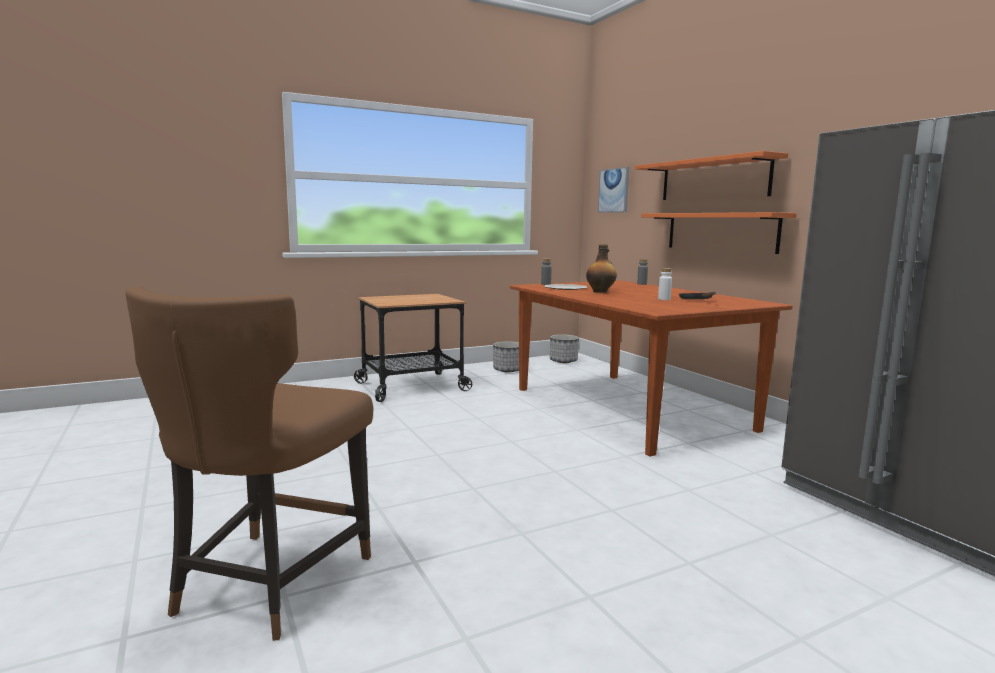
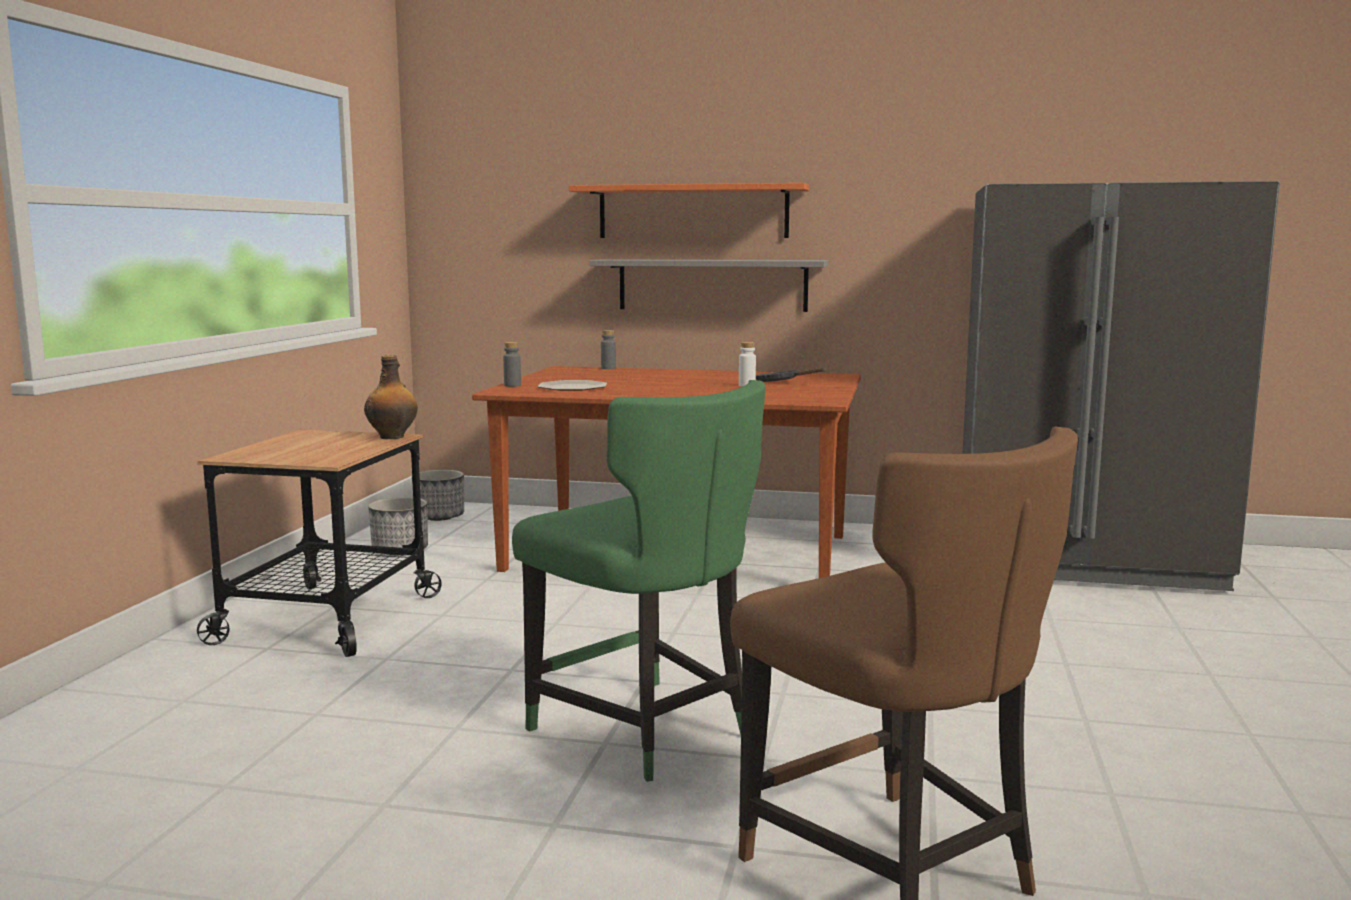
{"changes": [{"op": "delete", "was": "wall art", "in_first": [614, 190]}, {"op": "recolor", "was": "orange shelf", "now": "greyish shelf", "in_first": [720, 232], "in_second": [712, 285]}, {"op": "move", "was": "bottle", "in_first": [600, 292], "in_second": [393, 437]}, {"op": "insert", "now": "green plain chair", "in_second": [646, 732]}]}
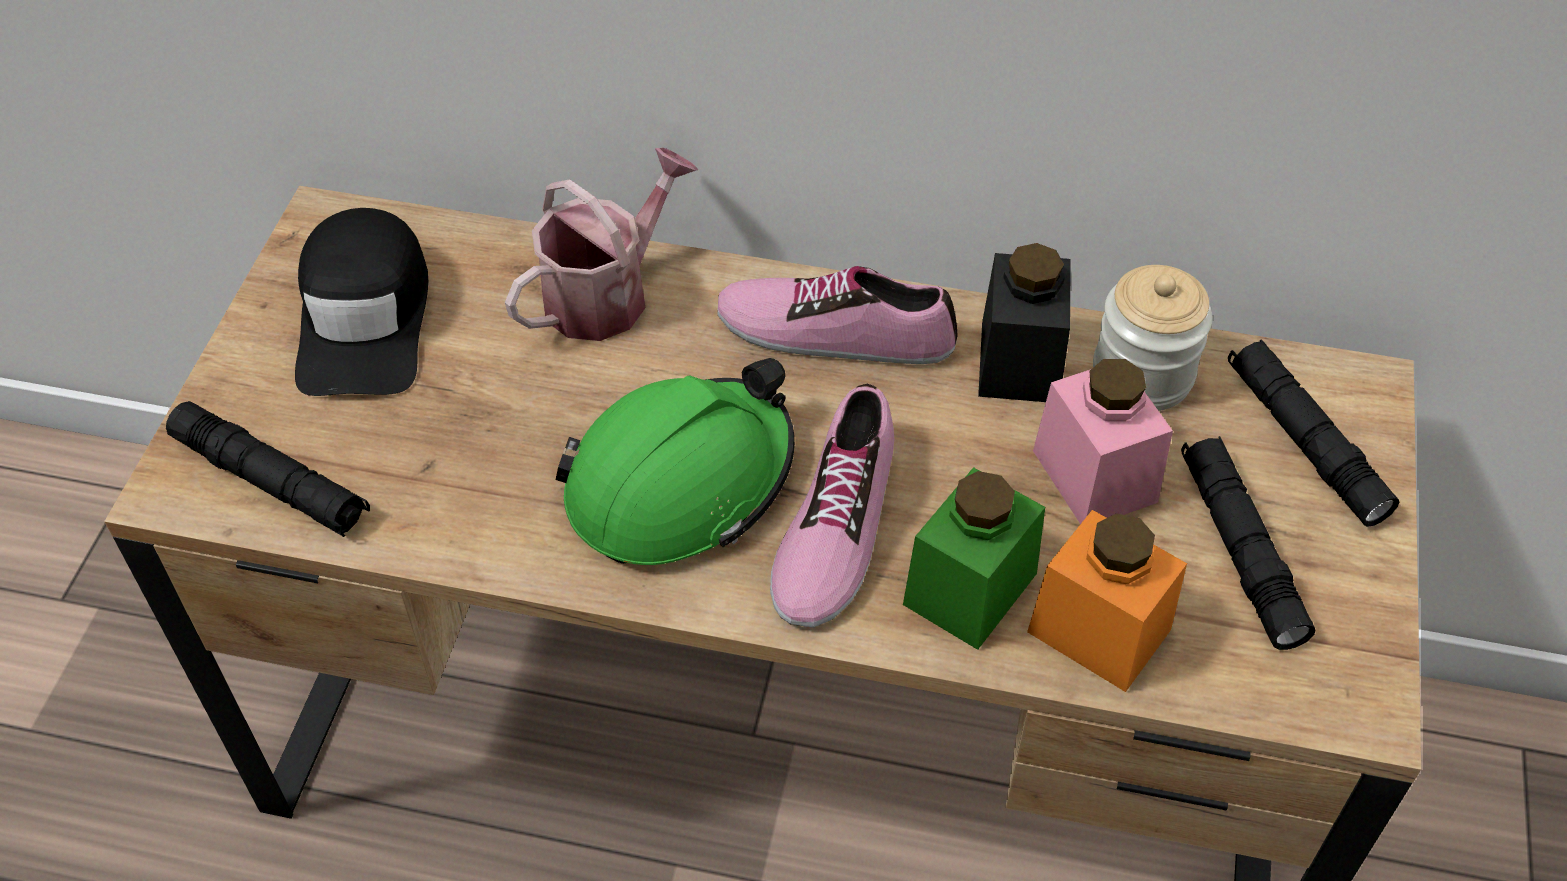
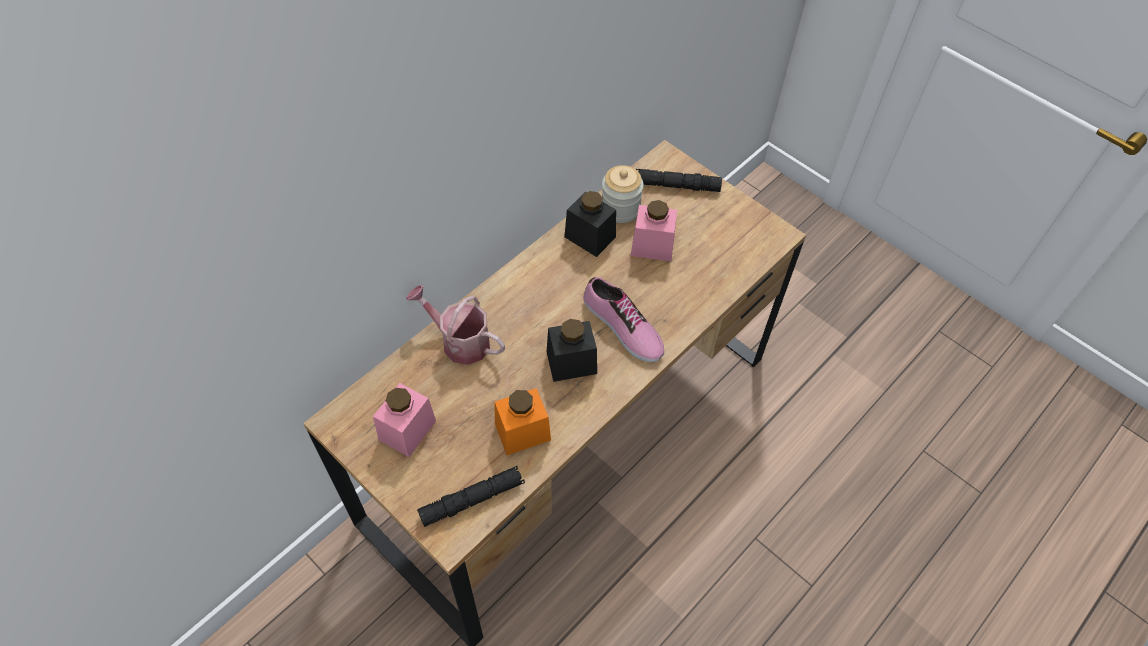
{"changes": [{"op": "rotate", "was": "watering pot", "in_first": [607, 293], "in_second": [460, 341], "clockwise": -45}, {"op": "replace", "was": "blackish cap", "now": "pink jar", "in_first": [365, 319], "in_second": [407, 430]}, {"op": "delete", "was": "low shoe", "in_first": [835, 331]}, {"op": "replace", "was": "green safety helmet", "now": "blackish jar", "in_first": [681, 482], "in_second": [571, 362]}, {"op": "delete", "was": "blackish torch", "in_first": [1240, 550]}, {"op": "delete", "was": "green jar", "in_first": [970, 589]}, {"op": "move", "was": "orange jar", "in_first": [1099, 631], "in_second": [522, 432]}]}
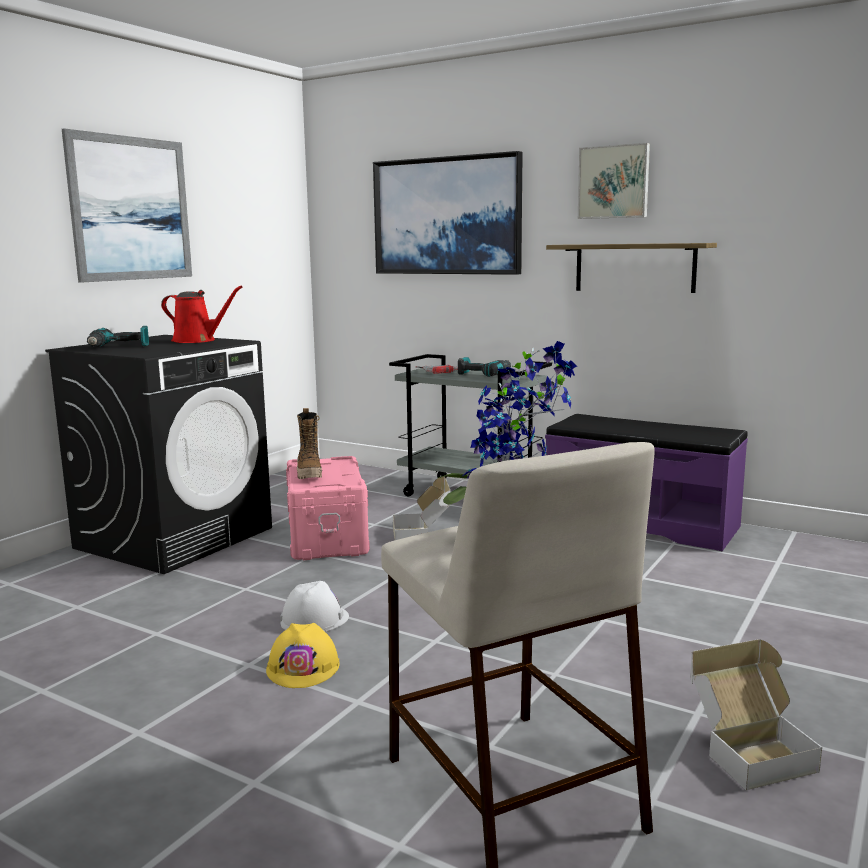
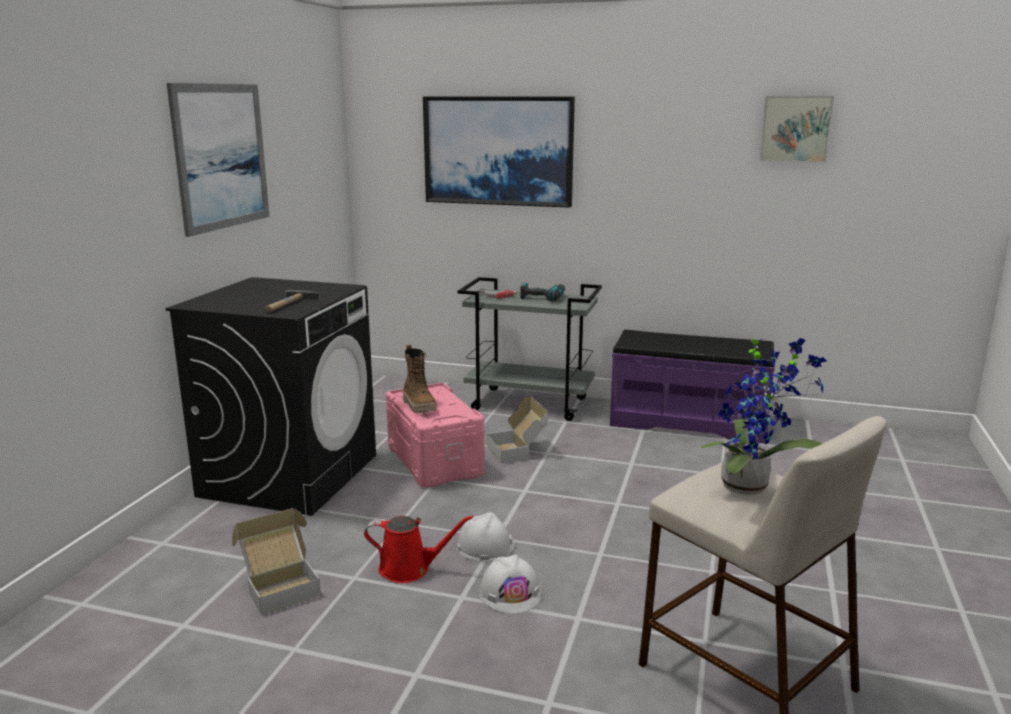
{"changes": [{"op": "move", "was": "wall art", "in_first": [614, 182], "in_second": [795, 129]}, {"op": "delete", "was": "shelf", "in_first": [634, 267]}, {"op": "move", "was": "red-coloured watering pot", "in_first": [197, 340], "in_second": [409, 569]}, {"op": "delete", "was": "power drill", "in_first": [119, 347]}, {"op": "recolor", "was": "yellow-coloured safety helmet", "now": "white-coloured safety helmet", "in_first": [303, 667], "in_second": [510, 593]}, {"op": "move", "was": "carton", "in_first": [748, 750], "in_second": [280, 587]}, {"op": "insert", "now": "tool hammer", "in_second": [288, 305]}]}
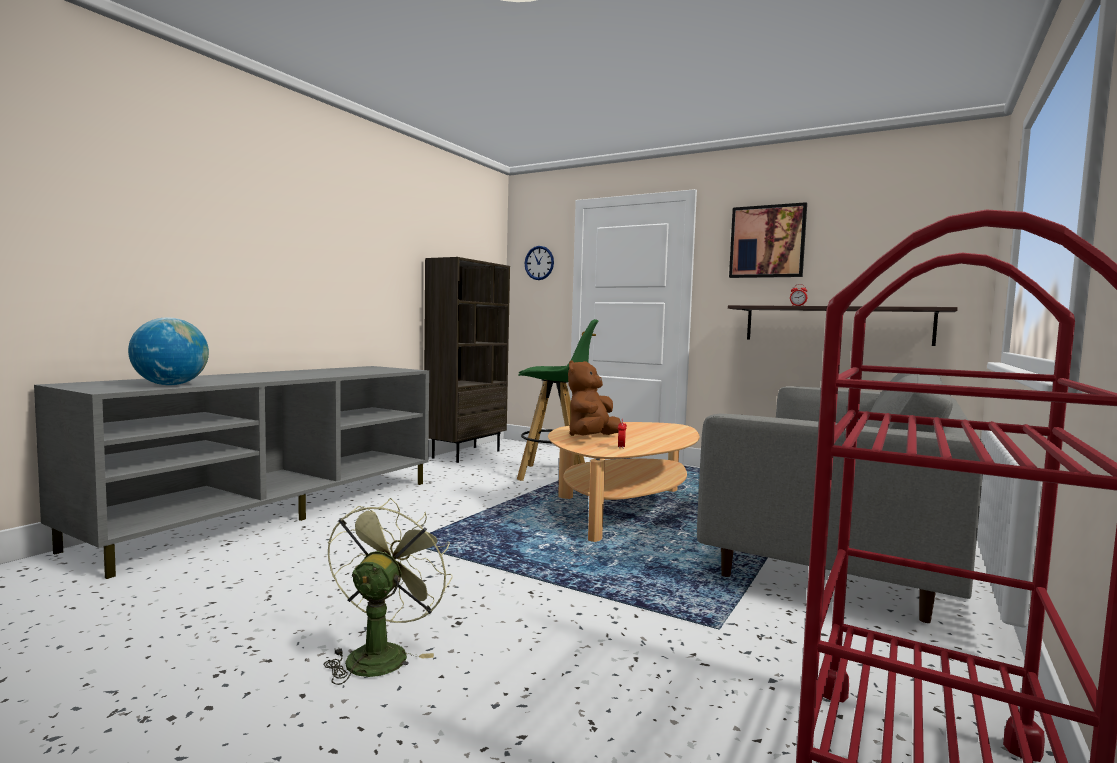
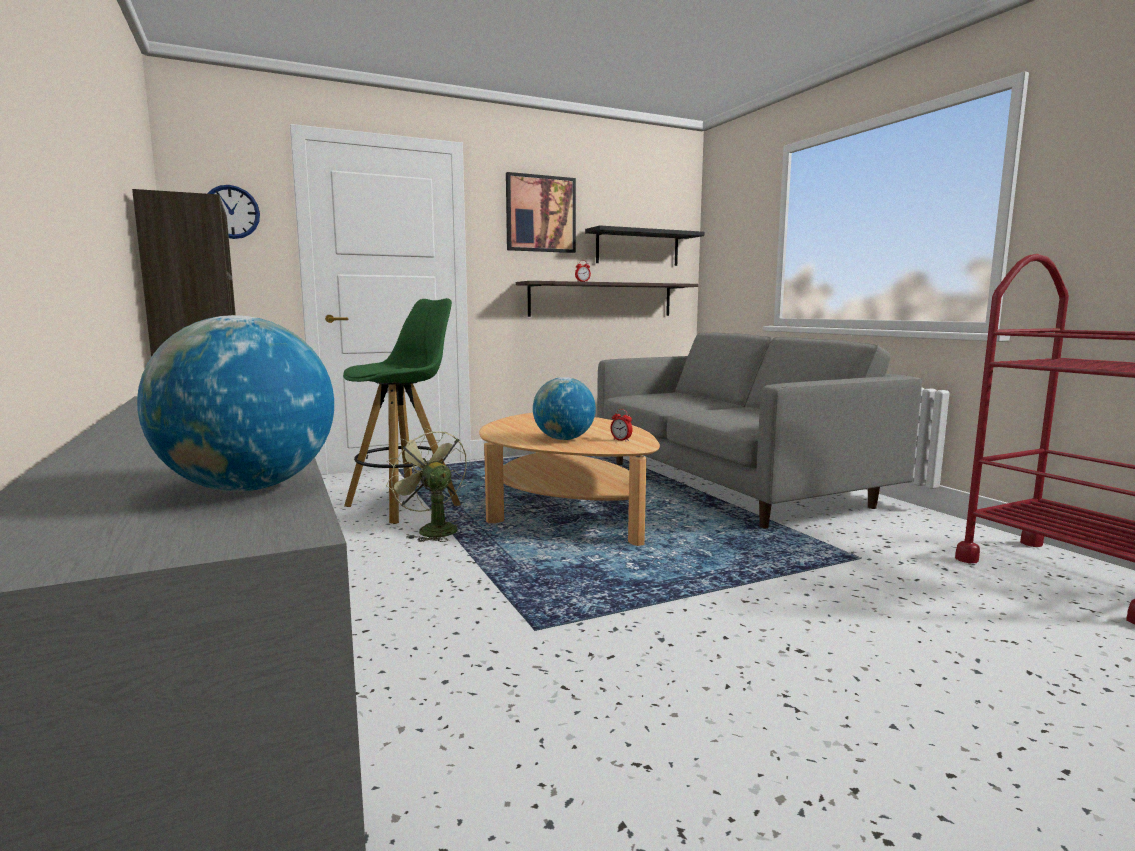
{"changes": [{"op": "replace", "was": "brownish soft toy", "now": "globe", "in_first": [592, 438], "in_second": [564, 439]}, {"op": "move", "was": "green cooling fan", "in_first": [381, 653], "in_second": [431, 530]}, {"op": "insert", "now": "blackish shelf", "in_second": [637, 248]}]}
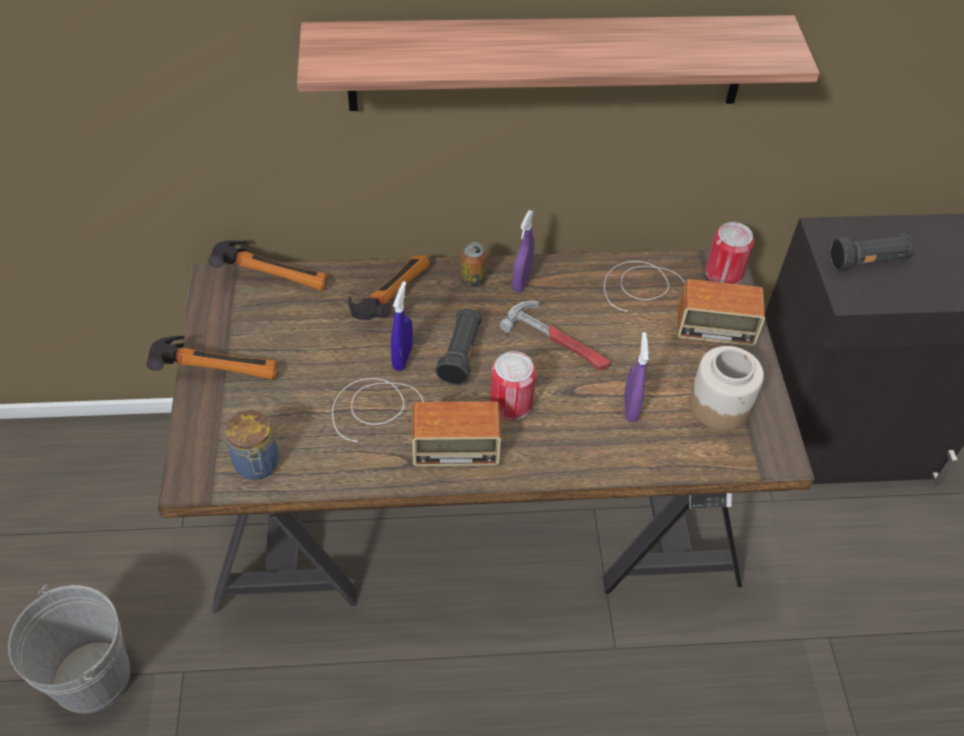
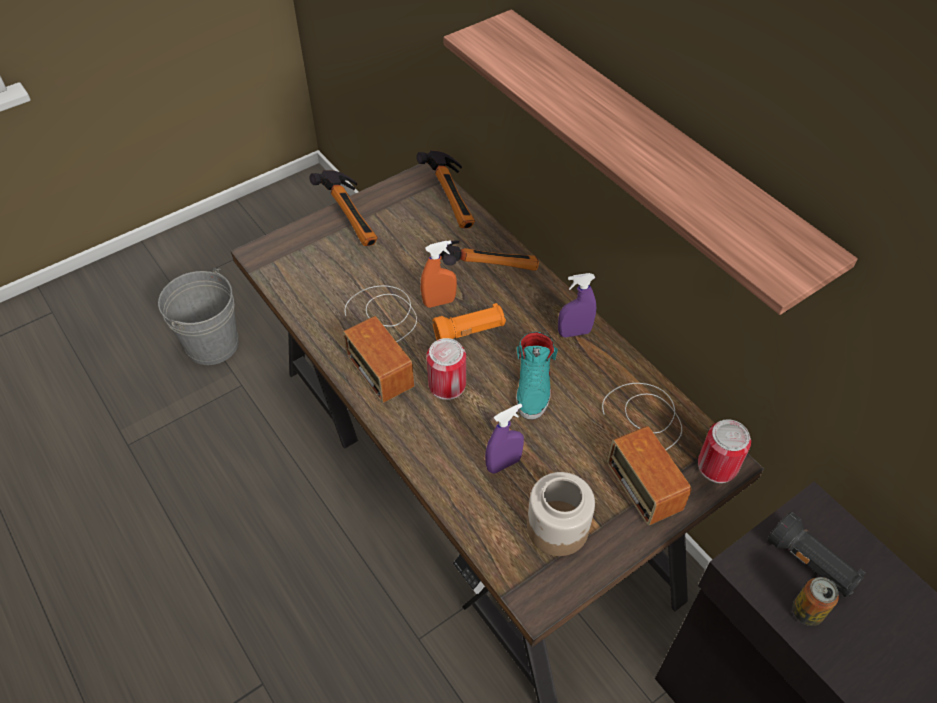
{"changes": [{"op": "move", "was": "sealed can", "in_first": [472, 280], "in_second": [807, 612]}, {"op": "recolor", "was": "blue-coloured spray bottle", "now": "orange spray bottle", "in_first": [402, 358], "in_second": [439, 302]}, {"op": "replace", "was": "tool hammer", "now": "turquoise low shoe", "in_first": [559, 341], "in_second": [534, 385]}, {"op": "recolor", "was": "blackish torch", "now": "orange torch", "in_first": [461, 354], "in_second": [469, 332]}, {"op": "delete", "was": "jar", "in_first": [257, 465]}]}
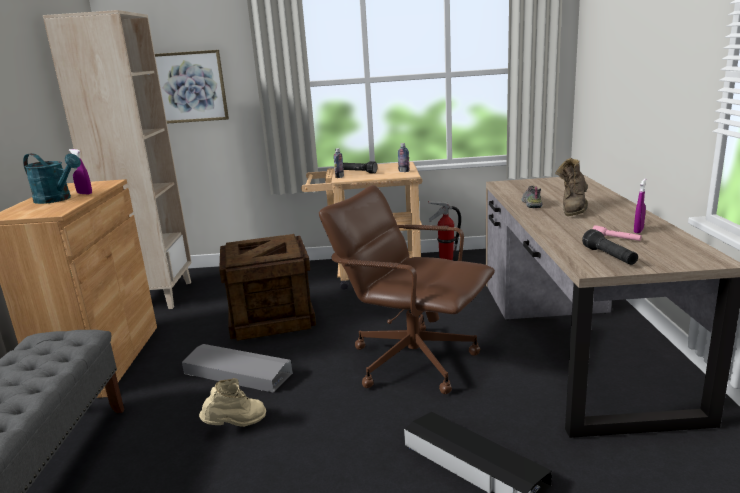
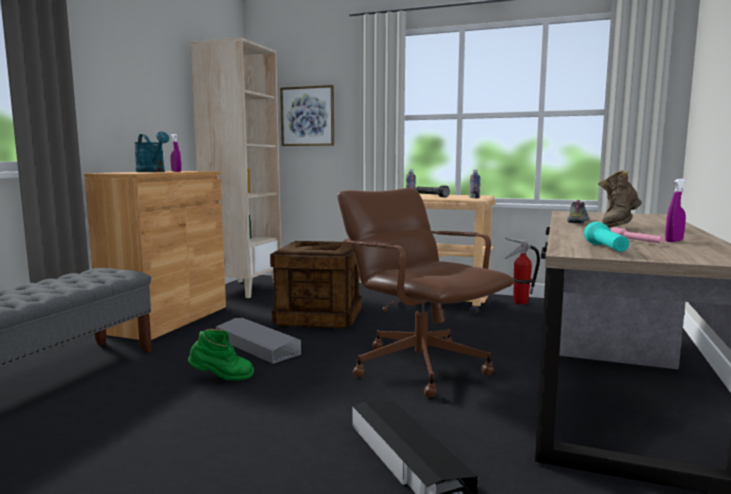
{"changes": [{"op": "recolor", "was": "blackish torch", "now": "turquoise torch", "in_first": [609, 257], "in_second": [606, 249]}, {"op": "recolor", "was": "sand-coloured boot", "now": "green boot", "in_first": [236, 426], "in_second": [222, 379]}]}
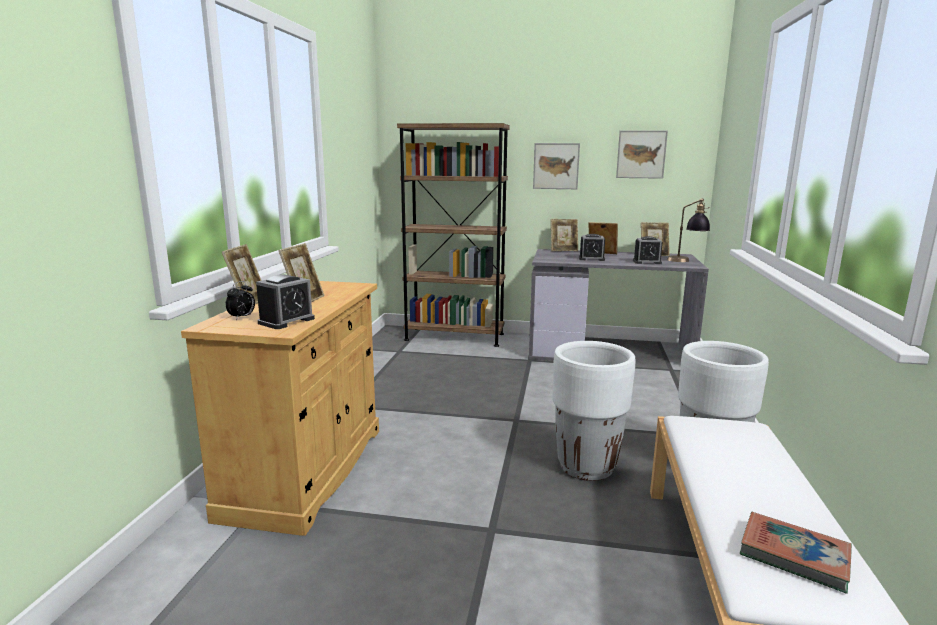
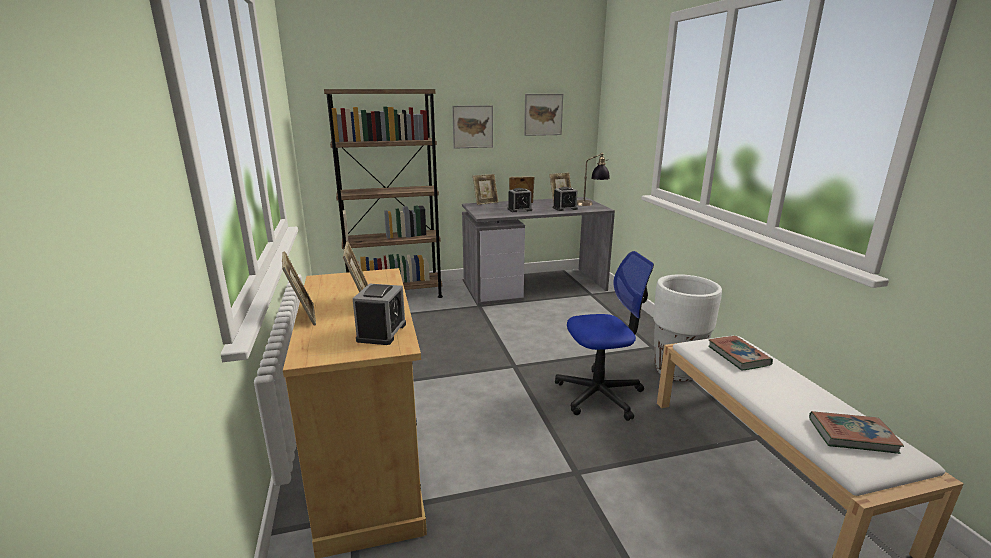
{"changes": [{"op": "delete", "was": "table clock", "in_first": [242, 317]}, {"op": "replace", "was": "white-coloured planter", "now": "office chair", "in_first": [586, 467], "in_second": [599, 394]}, {"op": "insert", "now": "book", "in_second": [738, 356]}]}
